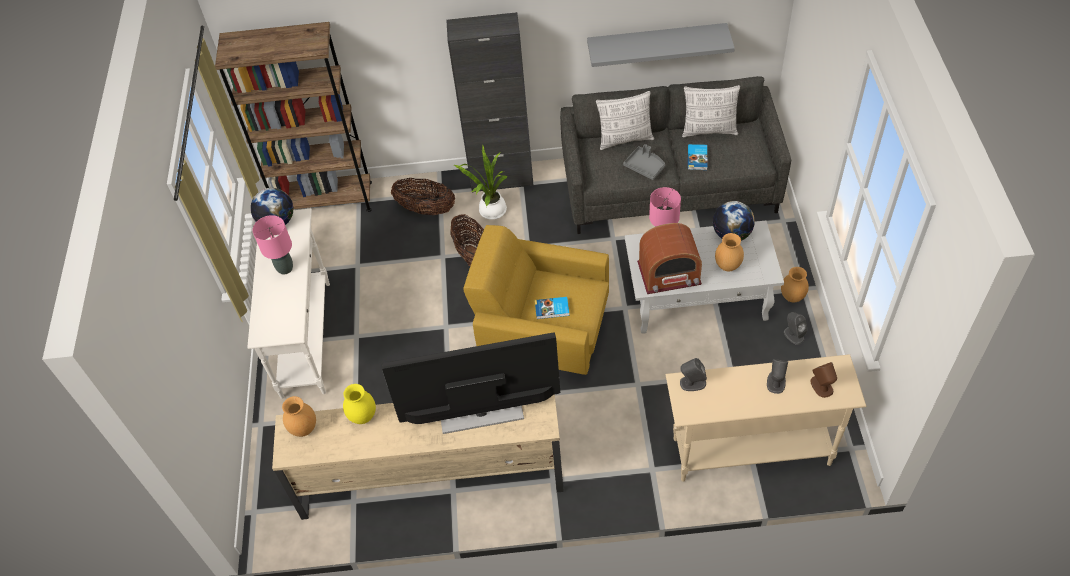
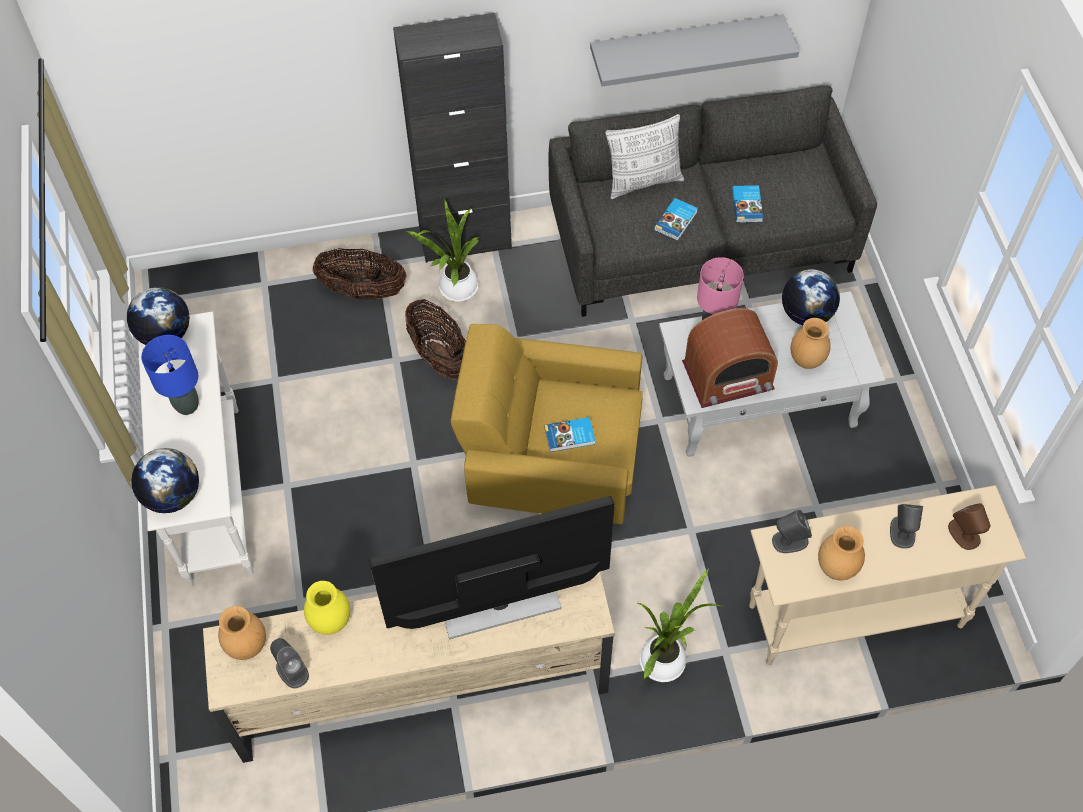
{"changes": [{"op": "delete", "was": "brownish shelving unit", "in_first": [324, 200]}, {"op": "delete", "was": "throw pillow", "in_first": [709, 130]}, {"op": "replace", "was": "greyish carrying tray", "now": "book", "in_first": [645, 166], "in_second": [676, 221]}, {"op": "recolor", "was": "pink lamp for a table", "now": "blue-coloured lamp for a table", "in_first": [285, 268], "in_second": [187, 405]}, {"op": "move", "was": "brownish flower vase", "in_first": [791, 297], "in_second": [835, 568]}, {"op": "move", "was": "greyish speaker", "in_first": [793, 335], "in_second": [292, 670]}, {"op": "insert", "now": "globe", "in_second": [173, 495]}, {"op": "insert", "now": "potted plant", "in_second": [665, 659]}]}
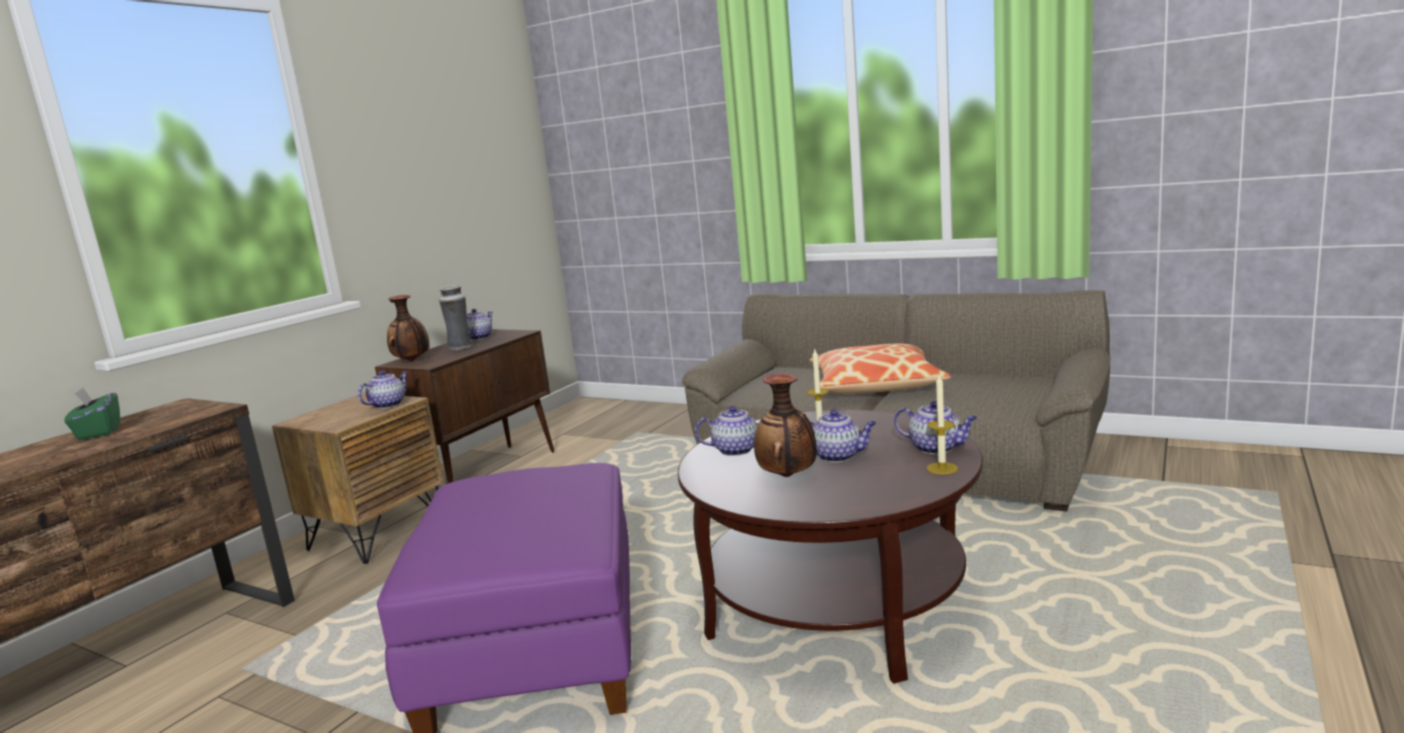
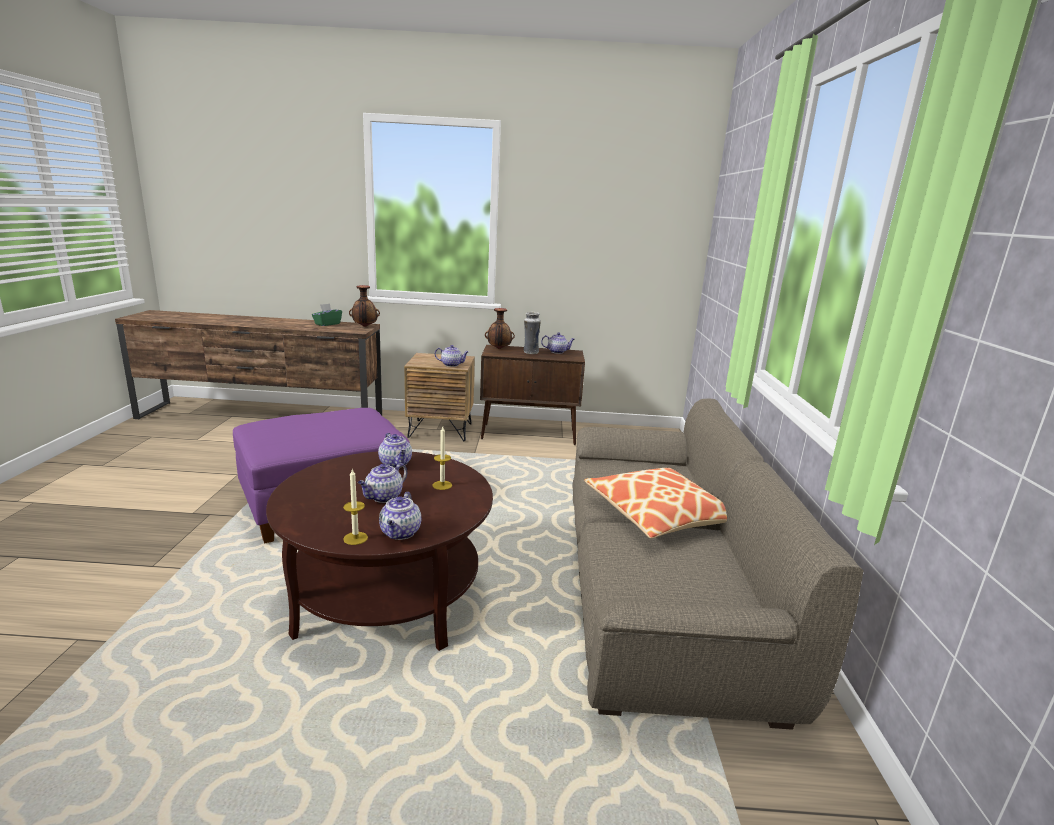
{"changes": [{"op": "move", "was": "flower vase", "in_first": [788, 476], "in_second": [364, 326]}, {"op": "rotate", "was": "pot for tea", "in_first": [837, 456], "in_second": [383, 497], "clockwise": 45}]}
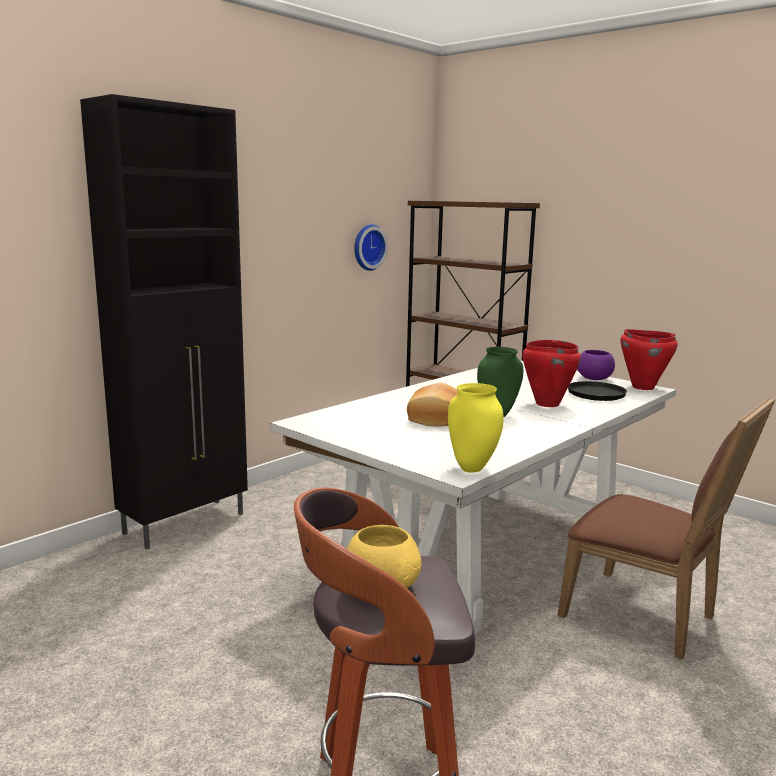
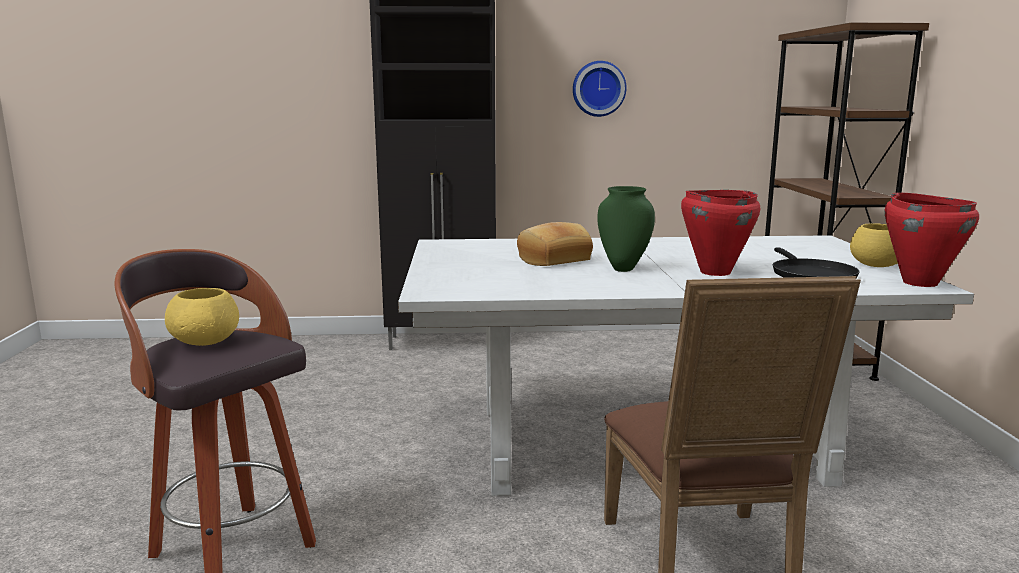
{"changes": [{"op": "move", "was": "hanging clock", "in_first": [367, 247], "in_second": [598, 88]}, {"op": "recolor", "was": "purplish serving bowl", "now": "yellow-coloured serving bowl", "in_first": [594, 378], "in_second": [875, 265]}, {"op": "delete", "was": "yellow-coloured flower vase", "in_first": [471, 469]}]}
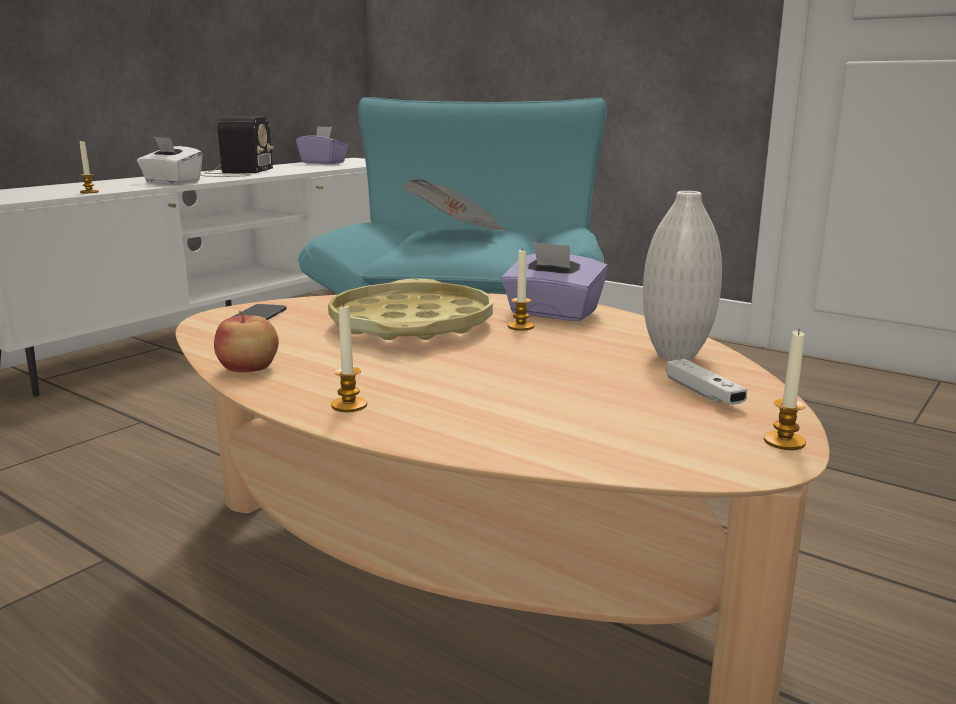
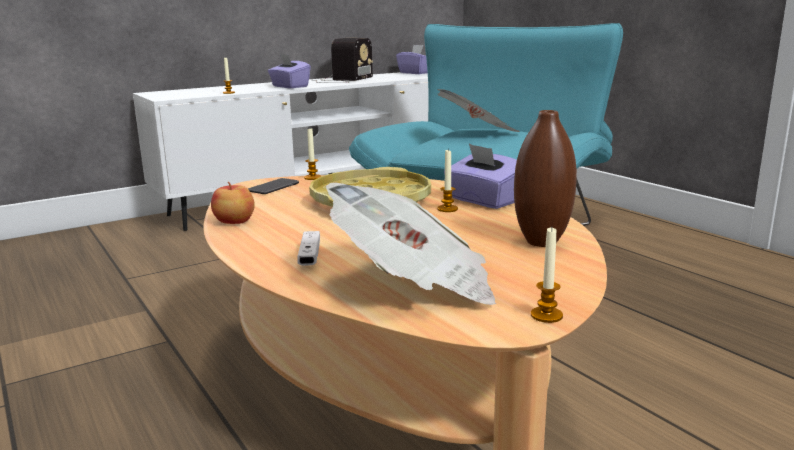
{"changes": [{"op": "recolor", "was": "white-coloured tissue holder", "now": "purplish tissue holder", "in_first": [172, 182], "in_second": [289, 86]}, {"op": "recolor", "was": "white-coloured flower vase", "now": "brownish flower vase", "in_first": [676, 356], "in_second": [541, 242]}, {"op": "move", "was": "candle", "in_first": [349, 405], "in_second": [312, 177]}, {"op": "move", "was": "white-coloured gamepad", "in_first": [703, 393], "in_second": [310, 257]}, {"op": "insert", "now": "printed paper", "in_second": [415, 285]}]}
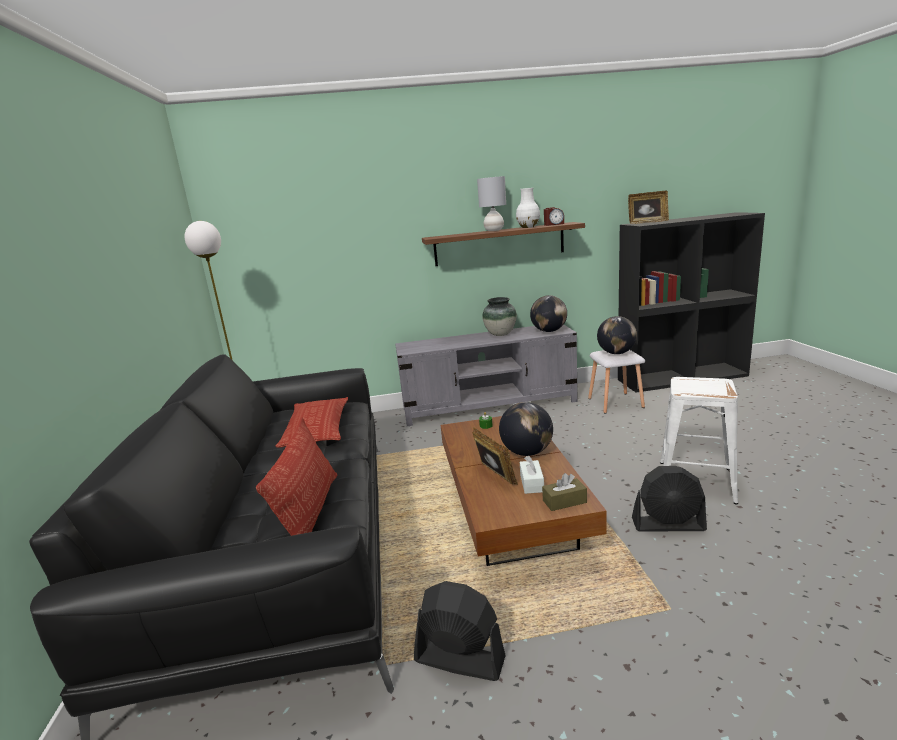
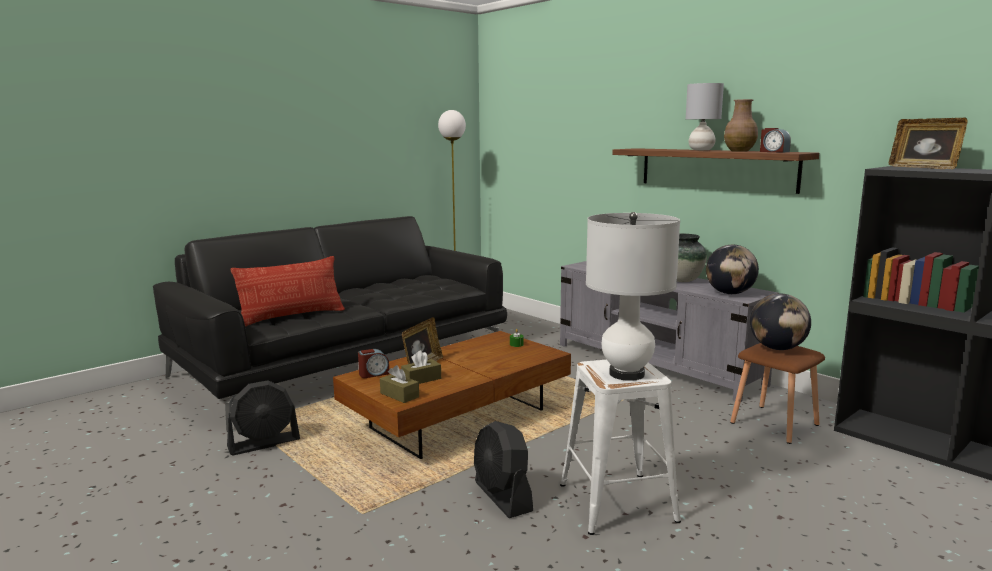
{"changes": [{"op": "recolor", "was": "white-coloured flower vase", "now": "brownish flower vase", "in_first": [528, 227], "in_second": [739, 151]}, {"op": "recolor", "was": "white-coloured sitting stool", "now": "brownish sitting stool", "in_first": [616, 402], "in_second": [776, 424]}, {"op": "delete", "was": "throw pillow", "in_first": [317, 428]}, {"op": "delete", "was": "globe", "in_first": [527, 452]}, {"op": "recolor", "was": "white-coloured tissue holder", "now": "brownish tissue holder", "in_first": [531, 483], "in_second": [421, 379]}, {"op": "rotate", "was": "blackish cooling fan", "in_first": [459, 659], "in_second": [264, 443], "clockwise": 75}, {"op": "insert", "now": "white-coloured lamp for a table", "in_second": [626, 374]}, {"op": "insert", "now": "table clock", "in_second": [374, 374]}]}
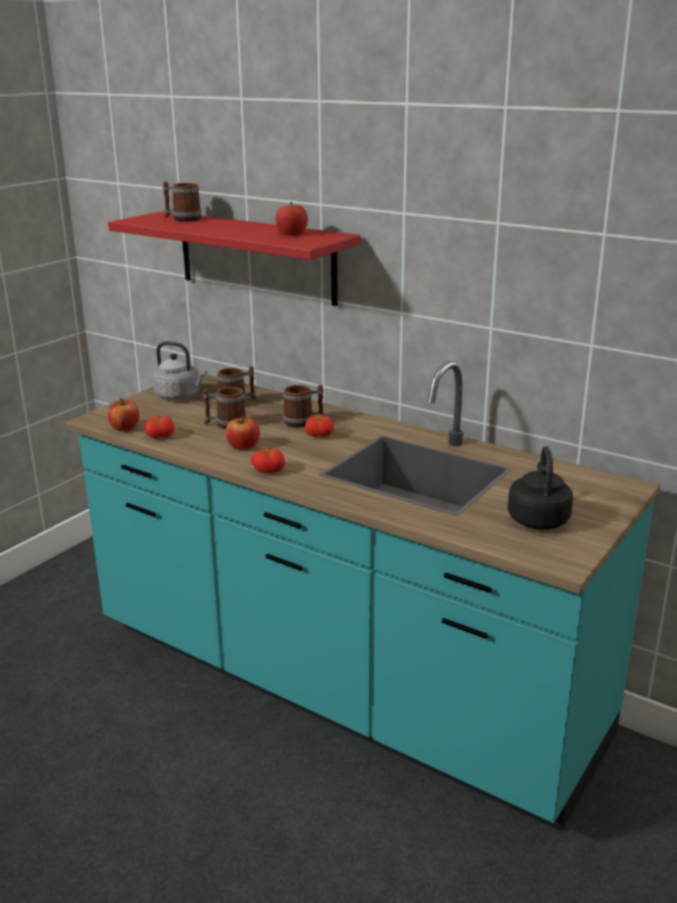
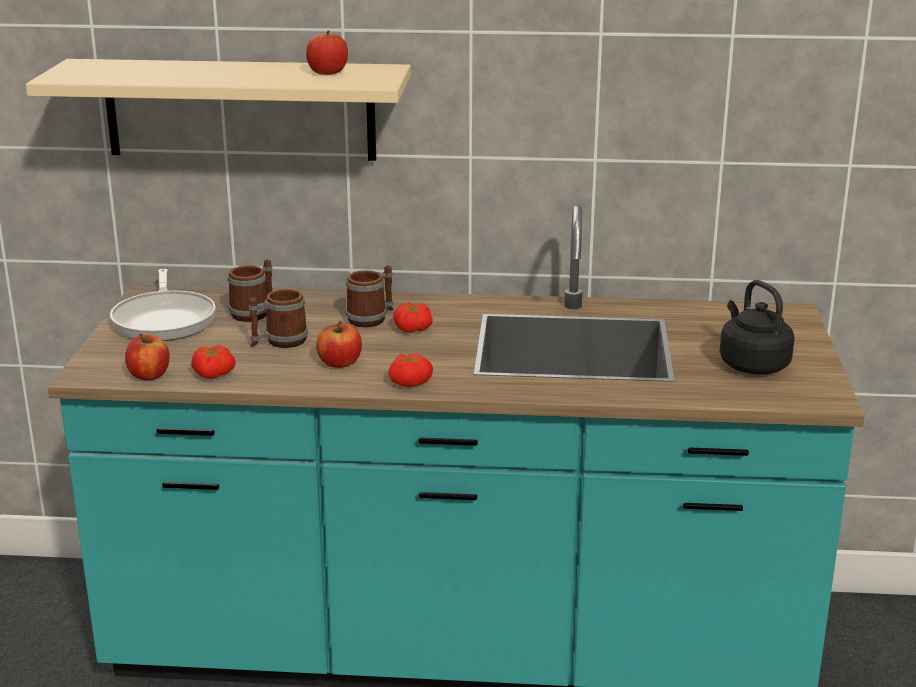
{"changes": [{"op": "delete", "was": "mug", "in_first": [182, 219]}, {"op": "recolor", "was": "red-coloured shelf", "now": "sand-coloured shelf", "in_first": [256, 257], "in_second": [240, 109]}, {"op": "replace", "was": "greyish kettle", "now": "frying pan", "in_first": [180, 396], "in_second": [165, 320]}]}
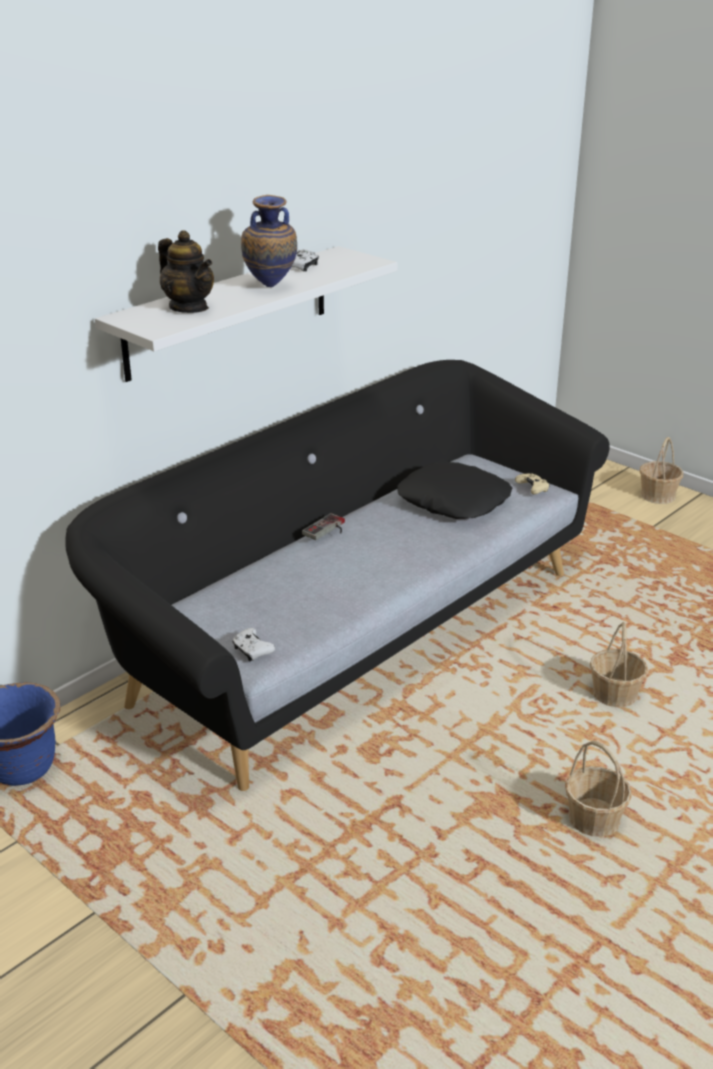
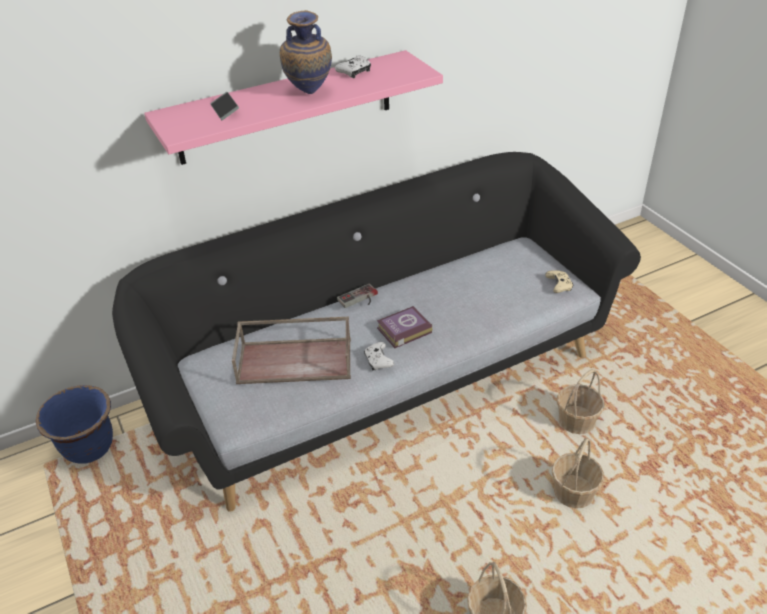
{"changes": [{"op": "replace", "was": "pot for tea", "now": "handset", "in_first": [189, 308], "in_second": [225, 110]}, {"op": "recolor", "was": "white-coloured shelf", "now": "pink shelf", "in_first": [229, 312], "in_second": [286, 107]}, {"op": "move", "was": "basket", "in_first": [657, 495], "in_second": [576, 421]}, {"op": "delete", "was": "blackish throw pillow", "in_first": [454, 501]}, {"op": "move", "was": "white-coloured gamepad", "in_first": [252, 651], "in_second": [378, 361]}, {"op": "insert", "now": "book", "in_second": [402, 330]}, {"op": "insert", "now": "brownish carrying tray", "in_second": [296, 360]}]}
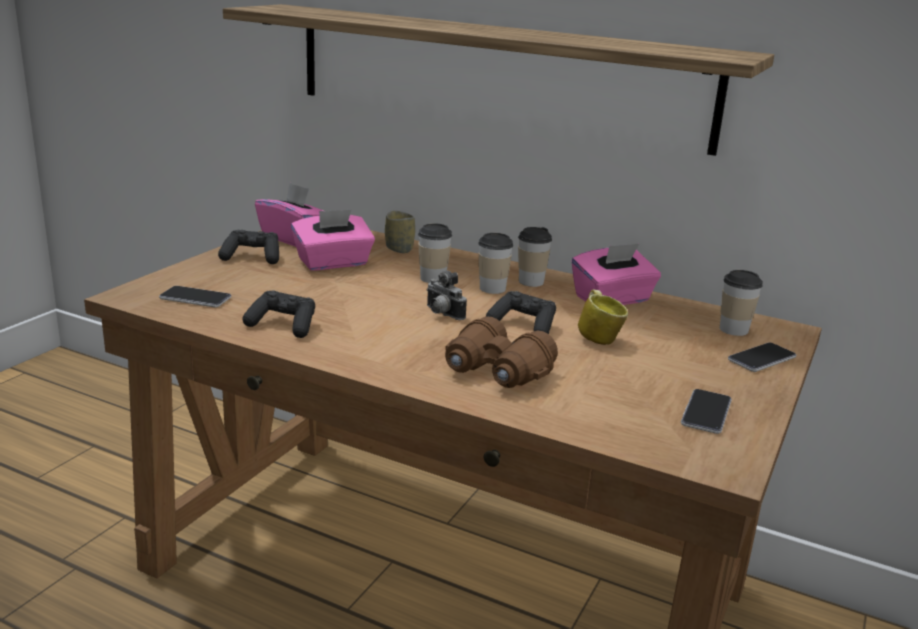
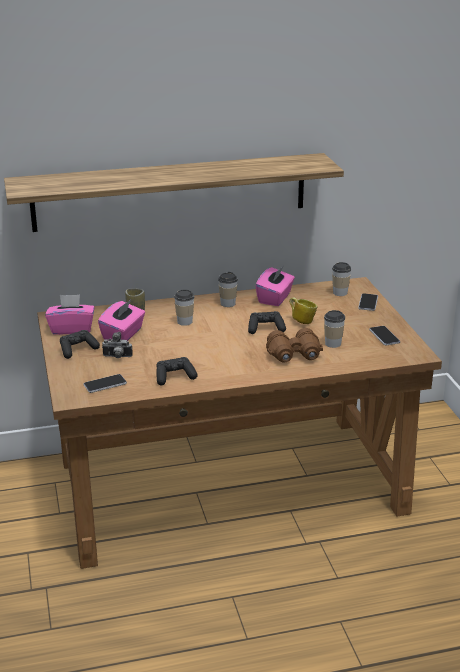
{"changes": [{"op": "move", "was": "cup", "in_first": [492, 289], "in_second": [333, 343]}, {"op": "move", "was": "photo camera", "in_first": [442, 314], "in_second": [117, 357]}]}
